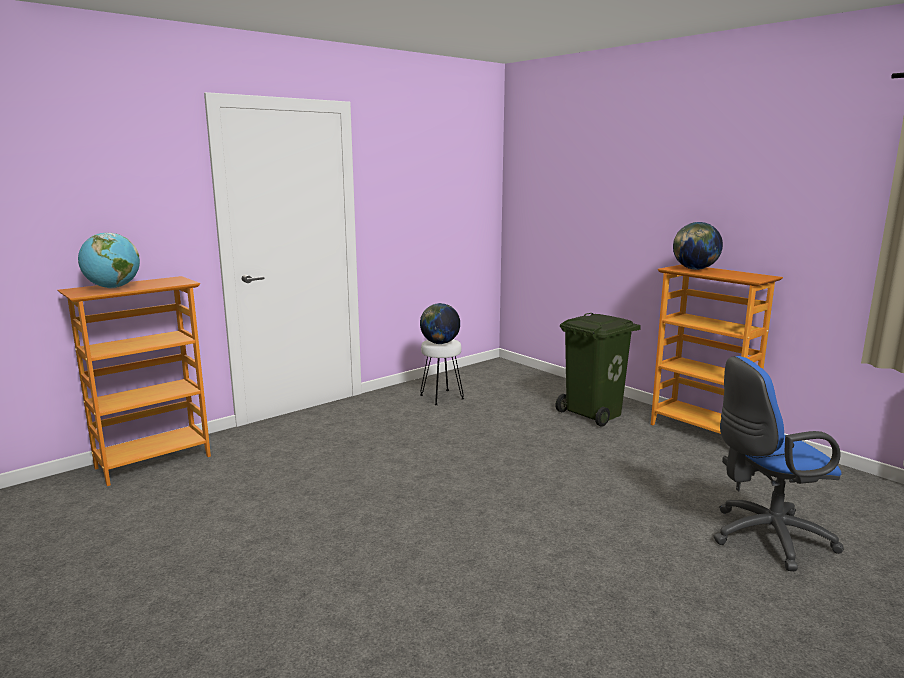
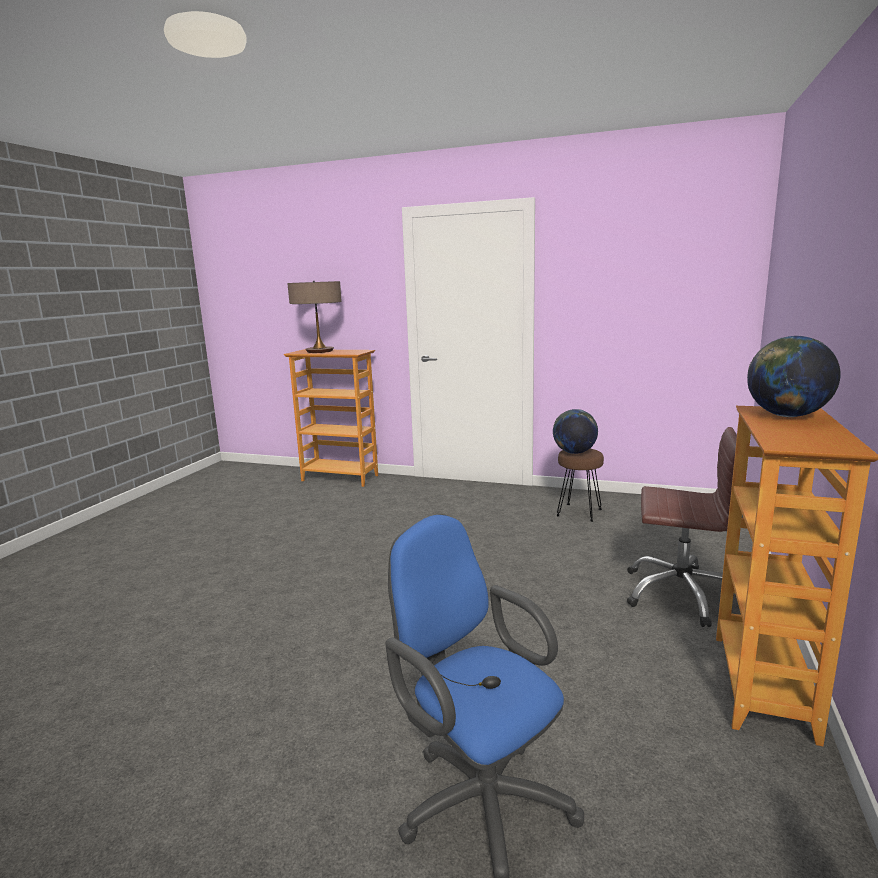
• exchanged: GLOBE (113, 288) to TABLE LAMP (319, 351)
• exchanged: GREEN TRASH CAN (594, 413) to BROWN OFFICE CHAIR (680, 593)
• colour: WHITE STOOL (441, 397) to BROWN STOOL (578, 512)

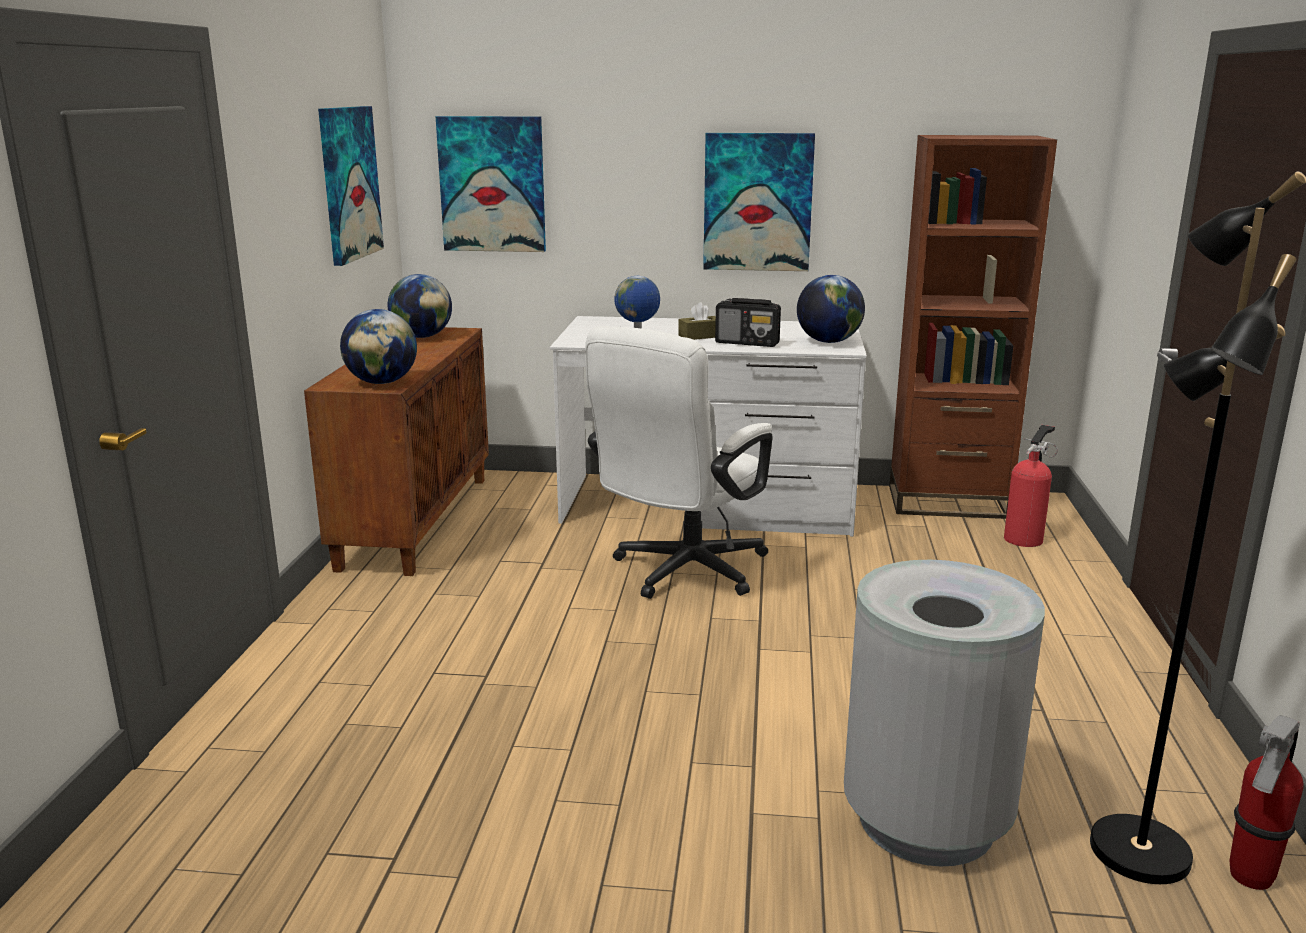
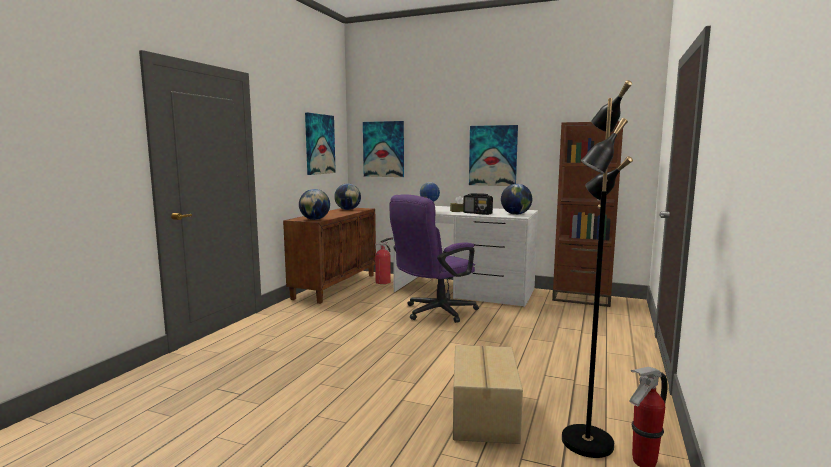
• colour: WHITE OFFICE CHAIR (681, 573) to PURPLE OFFICE CHAIR (434, 313)
• relocated: FIRE EXTINGUISHER (1025, 538) to (384, 282)
• exchanged: GREY TRASH CAN (925, 821) to CARDBOARD BOX (482, 414)

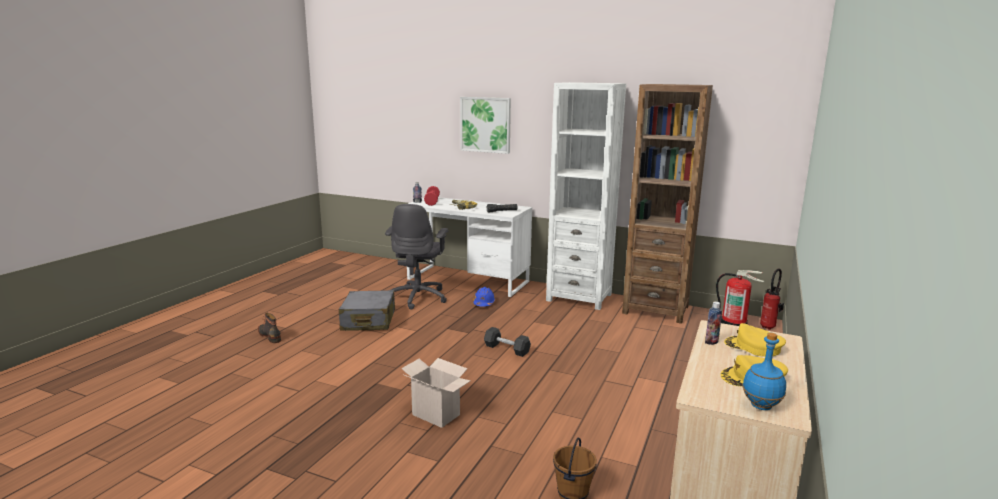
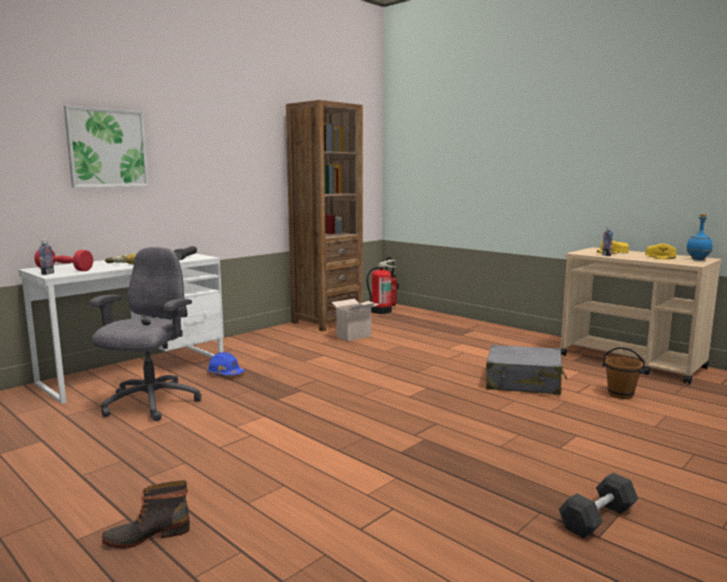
• missing: WHITE BOOKCASE (579, 297)
• spun: GREY OFFICE CHAIR (418, 297) = (150, 403) 105 degrees counterclockwise
• relocated: GREY SUITCASE (368, 321) to (524, 383)
• relocated: BLACK DUMBBELL (507, 349) to (597, 518)
• relocated: CARDBOARD BOX (437, 414) to (354, 336)

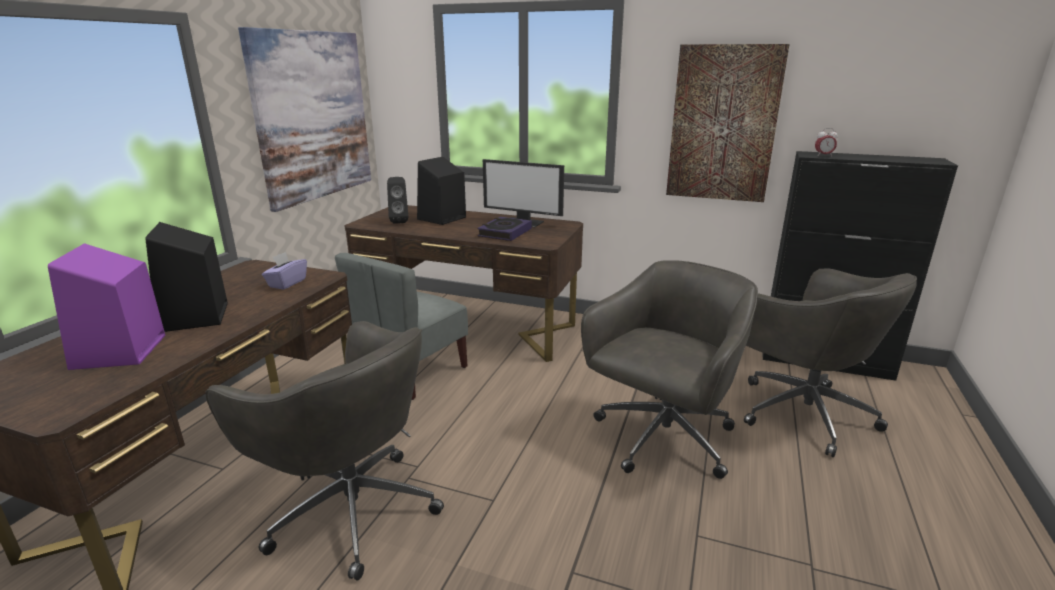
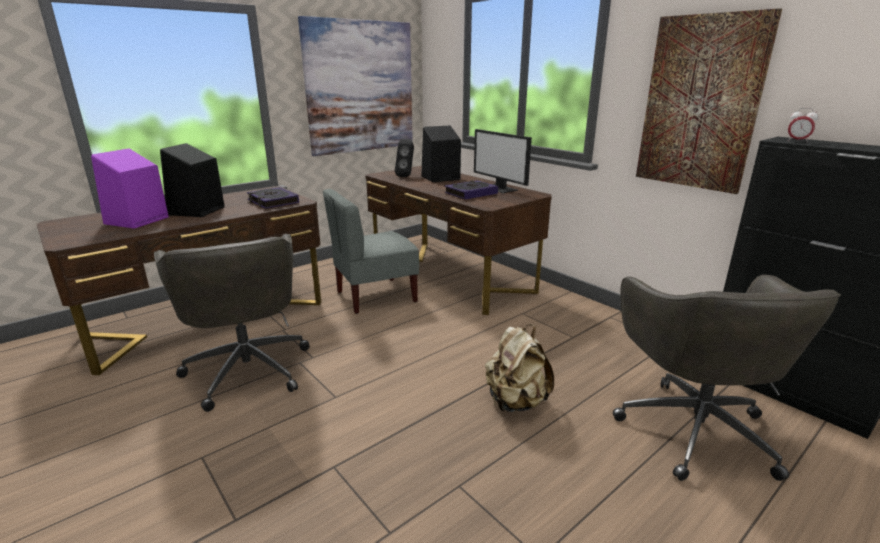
• exchanged: PURPLE TISSUE BOX (287, 283) to BOOK (273, 202)
• exchanged: GREY OFFICE CHAIR (662, 439) to BEIGE BACKPACK (515, 402)

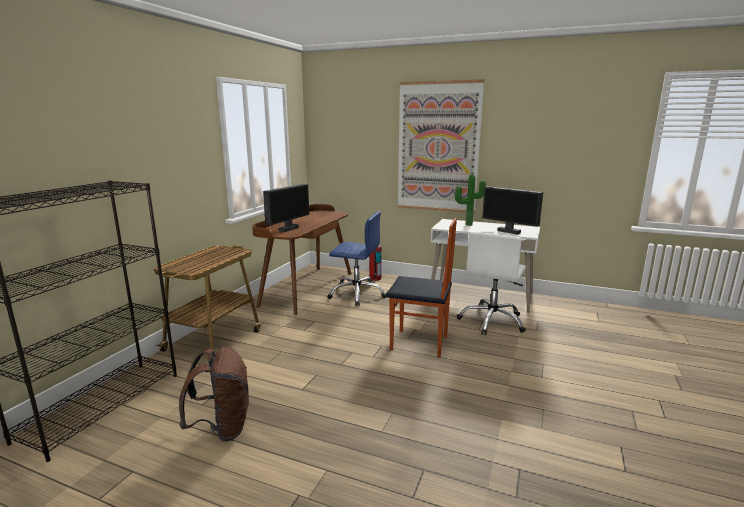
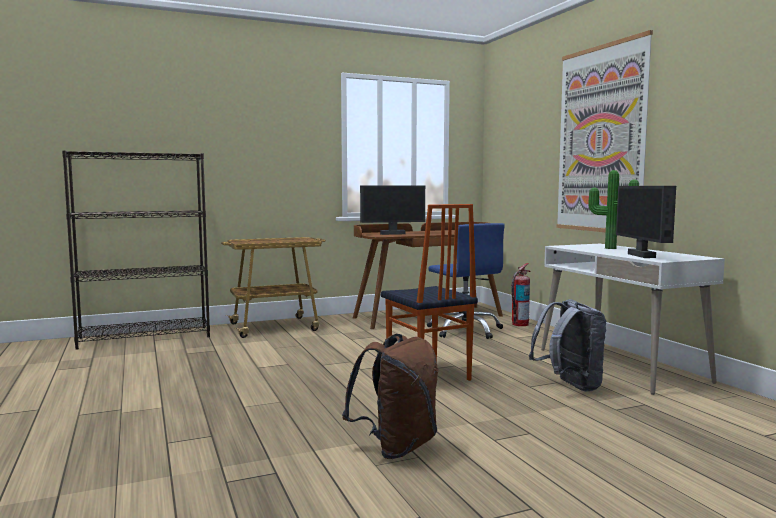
• exchanged: WHITE OFFICE CHAIR (492, 321) to GREY BACKPACK (569, 386)
• relocated: BROWN BACKPACK (222, 428) to (396, 447)

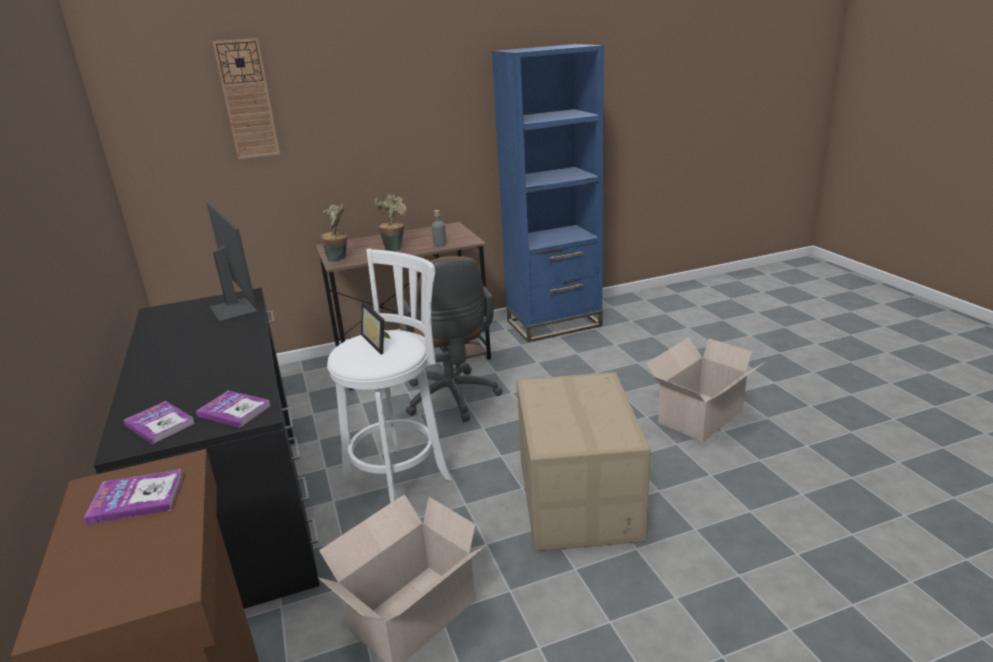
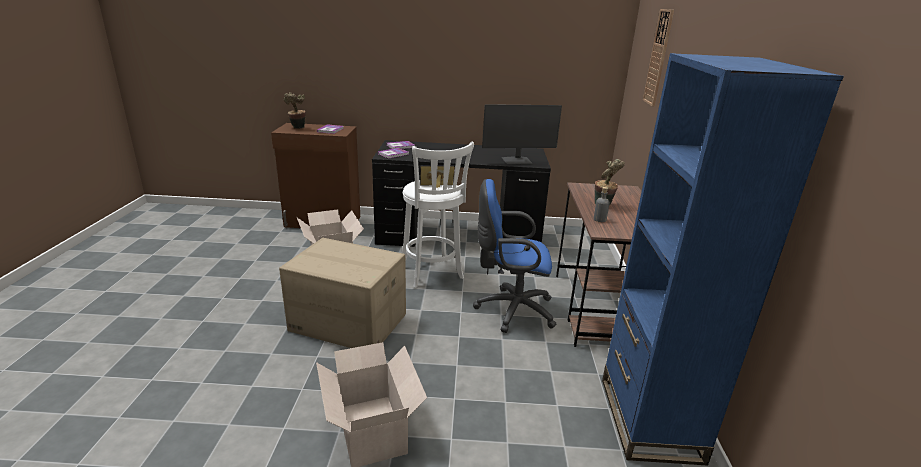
• relocated: POTTED PLANT (339, 259) to (297, 128)
• colour: BROWN OFFICE CHAIR (453, 400) to BLUE OFFICE CHAIR (511, 310)

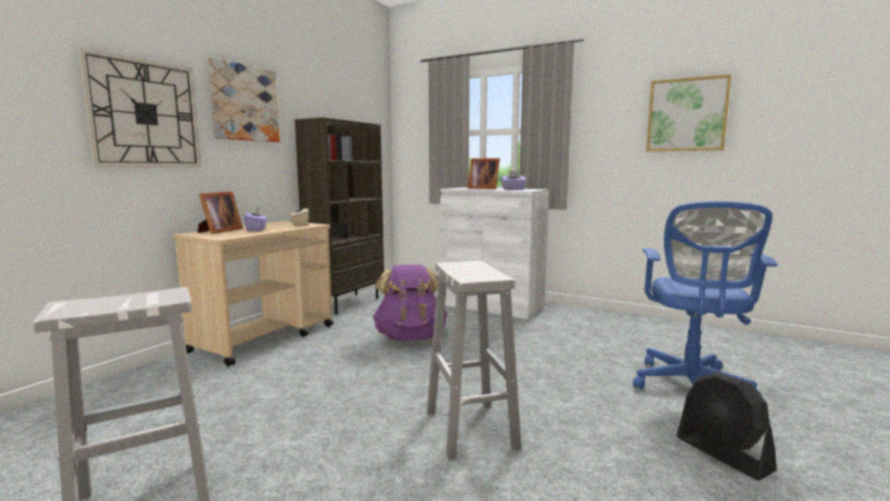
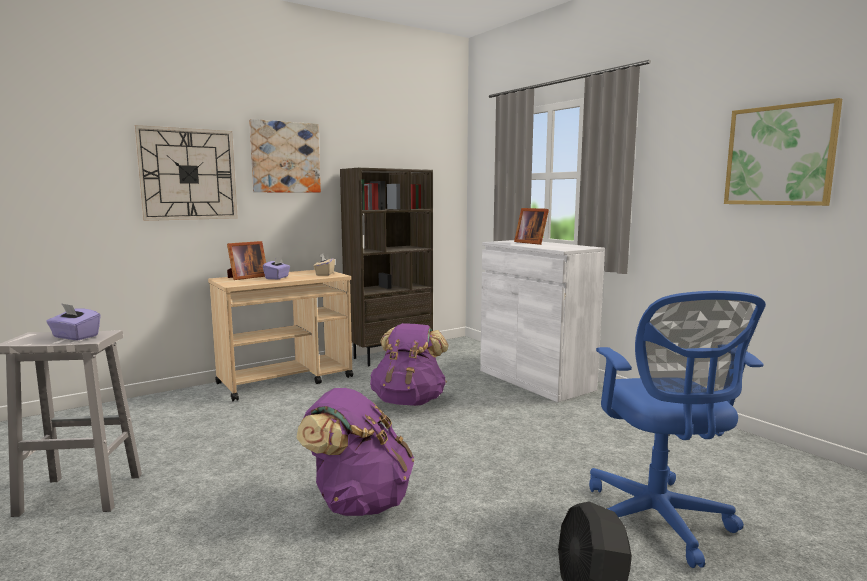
• relocated: PURPLE TISSUE BOX (513, 189) to (75, 337)
• spun: BLUE OFFICE CHAIR (690, 387) = (658, 522) 45 degrees counterclockwise
• exchanged: WHITE STOOL (469, 428) to PURPLE BACKPACK (359, 502)

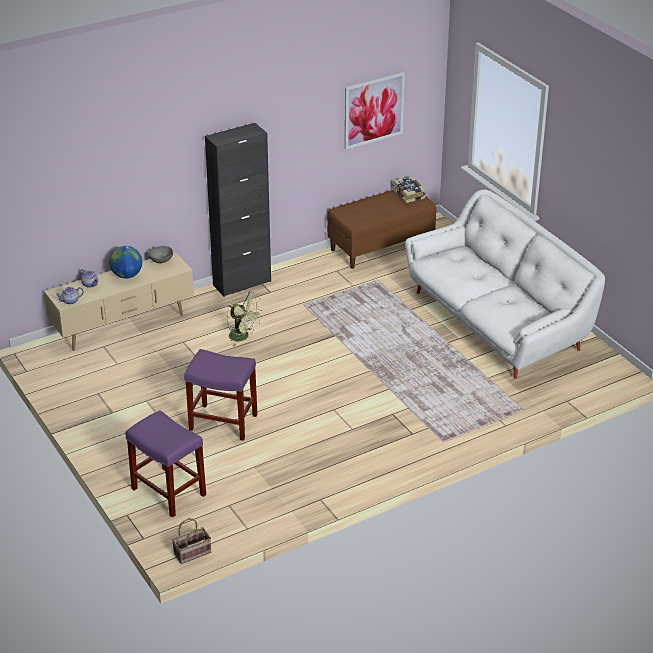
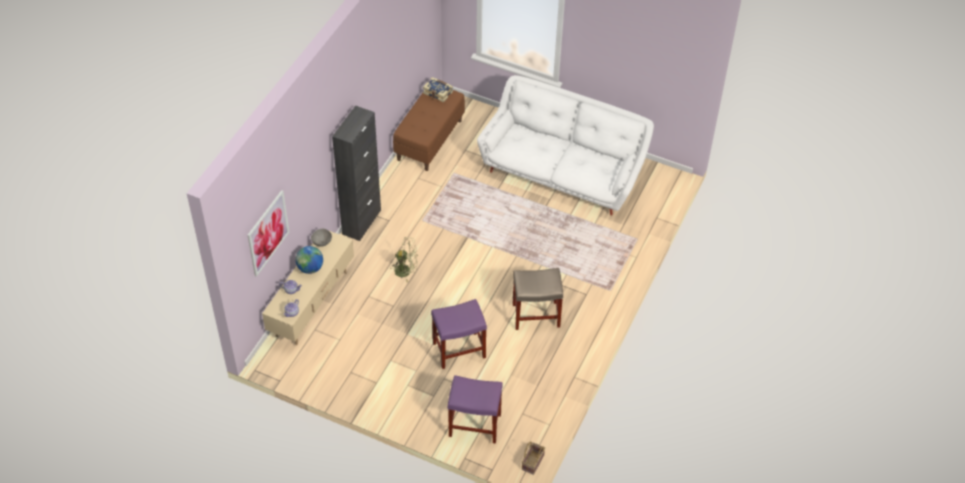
• relocated: PICTURE (374, 110) to (268, 233)
• appeared: BEIGE STOOL (535, 315)

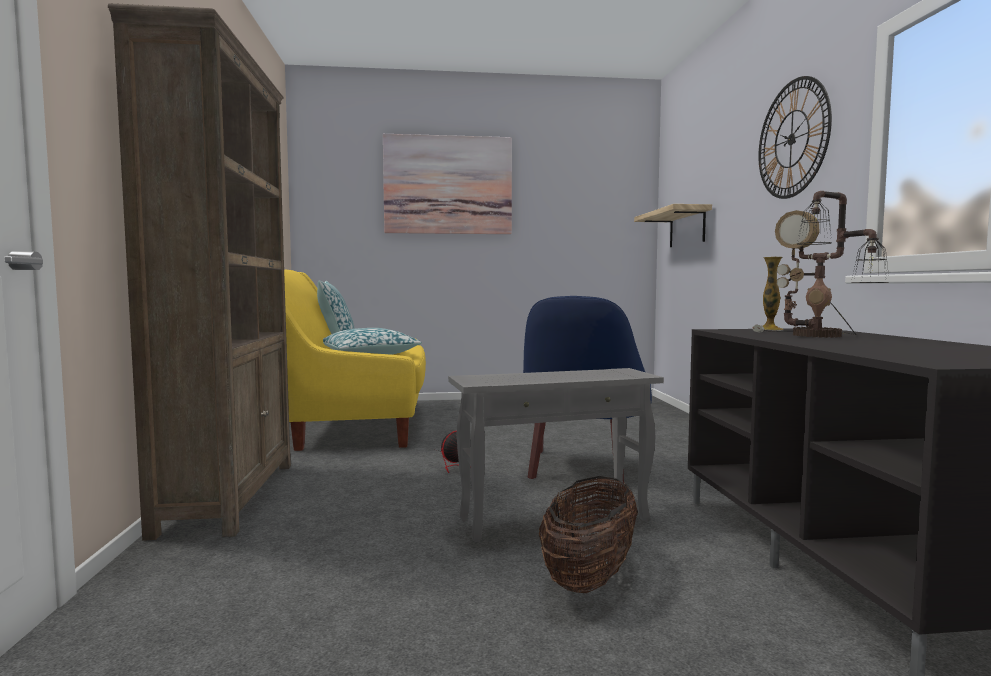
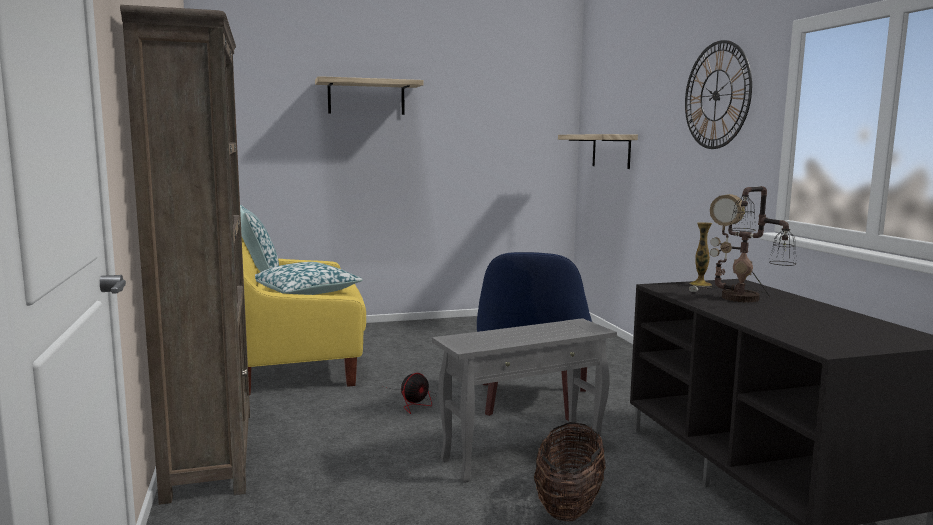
• exchanged: PICTURE (448, 185) to SHELF (366, 97)

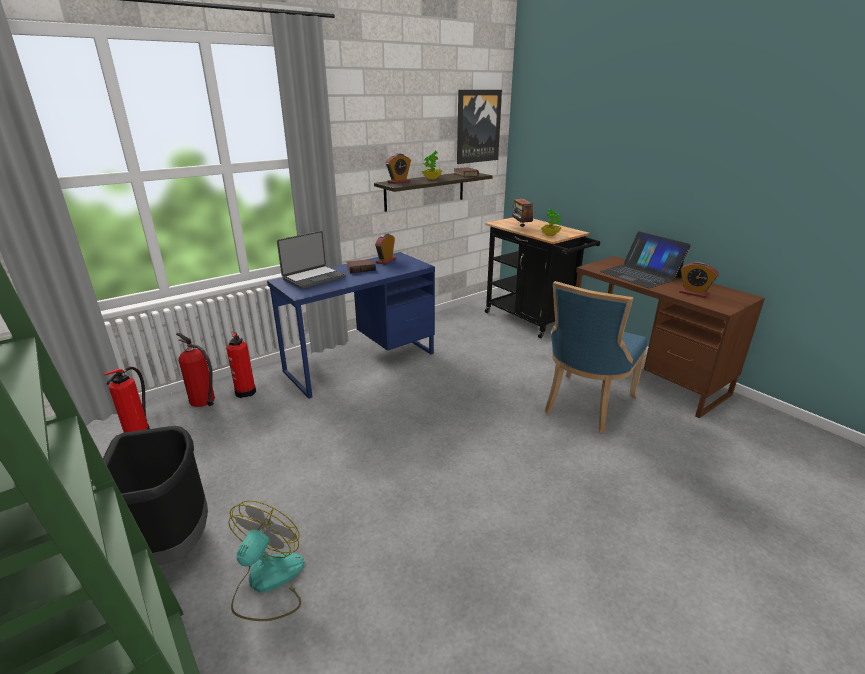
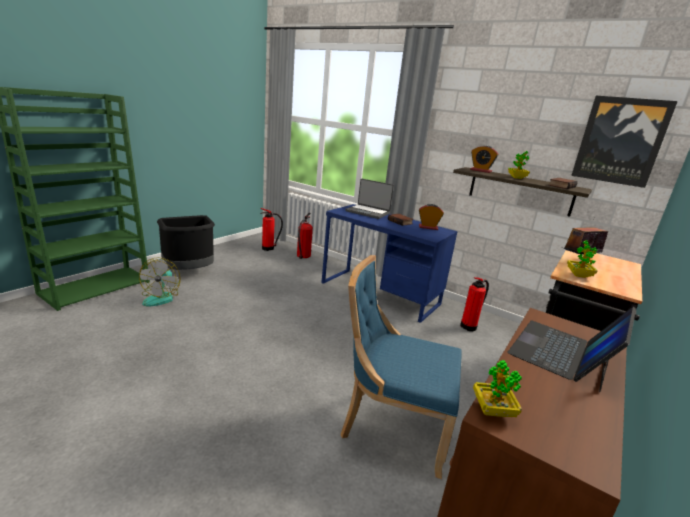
• missing: ALARM CLOCK (694, 293)
• relocated: FIRE EXTINGUISHER (246, 391) to (469, 326)
• spun: FAN (268, 583) = (161, 297) 90 degrees clockwise
• appeared: POTTED PLANT (492, 410)

